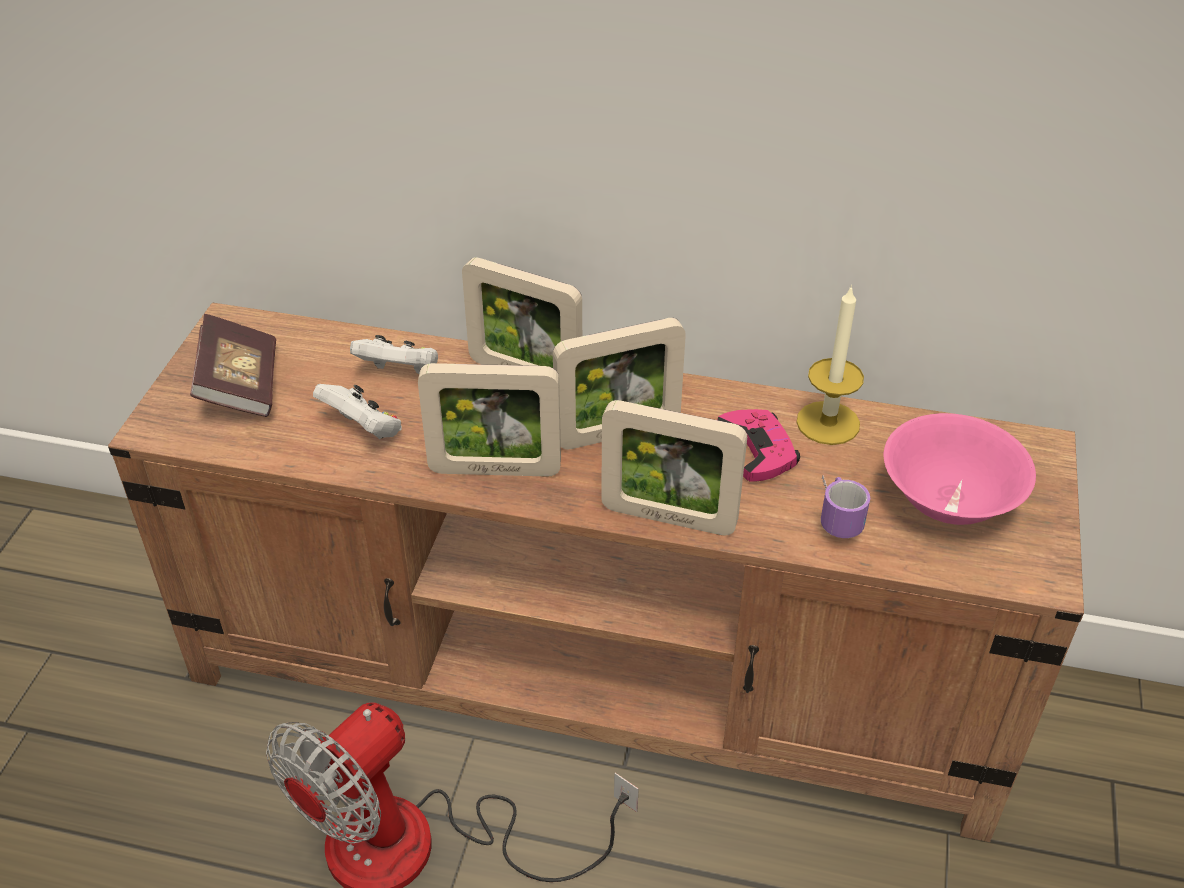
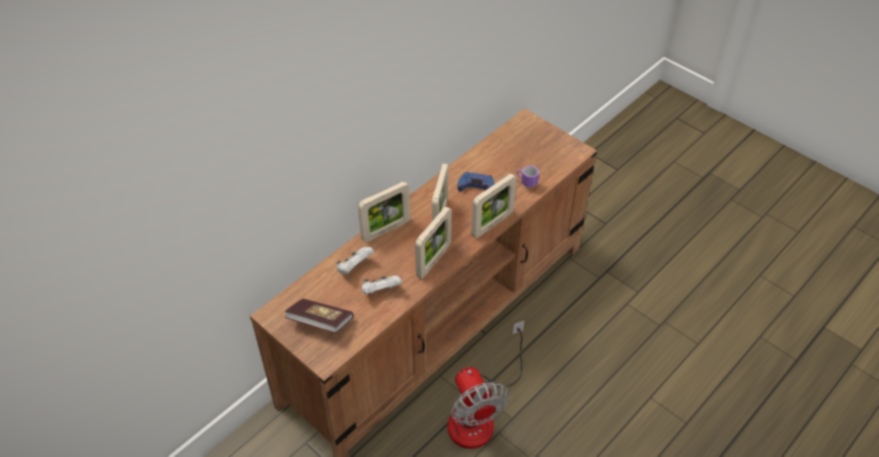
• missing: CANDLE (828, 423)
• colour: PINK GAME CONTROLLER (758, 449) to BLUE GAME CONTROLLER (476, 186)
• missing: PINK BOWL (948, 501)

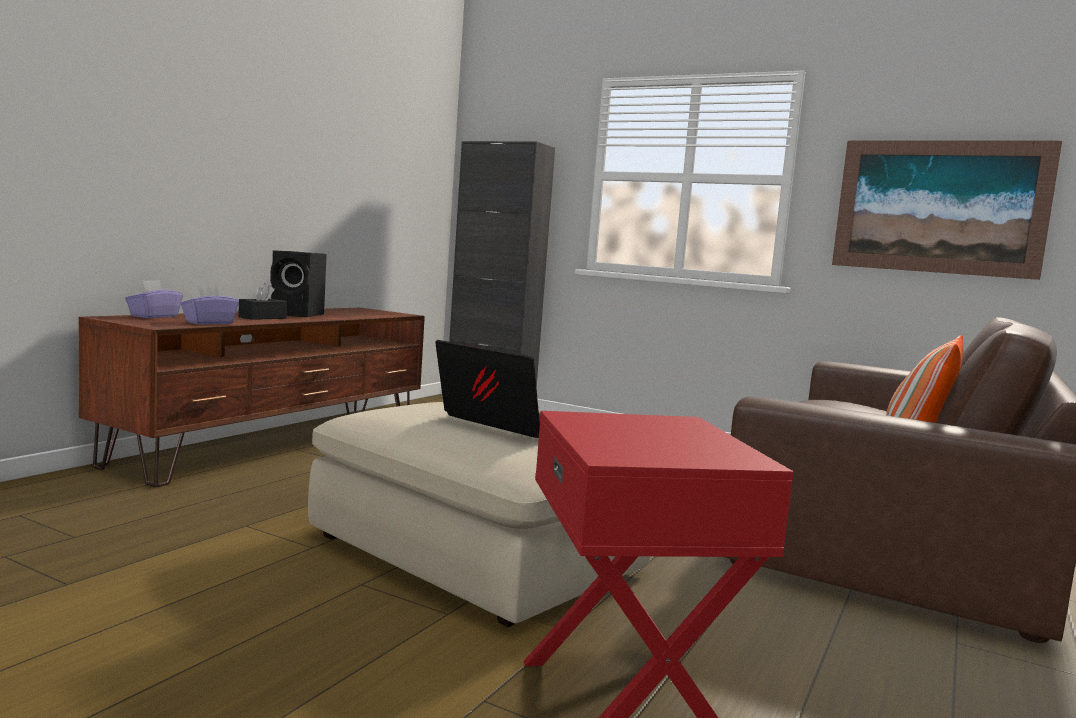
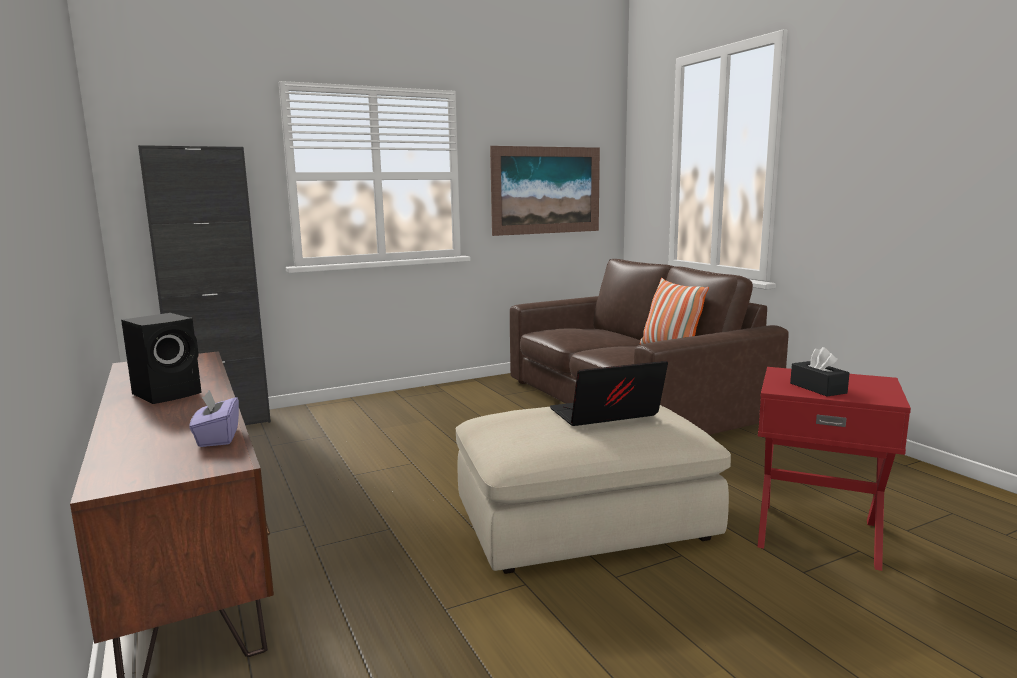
• missing: PURPLE TISSUE BOX (153, 316)
• relocated: BLACK TISSUE BOX (262, 318) to (818, 388)

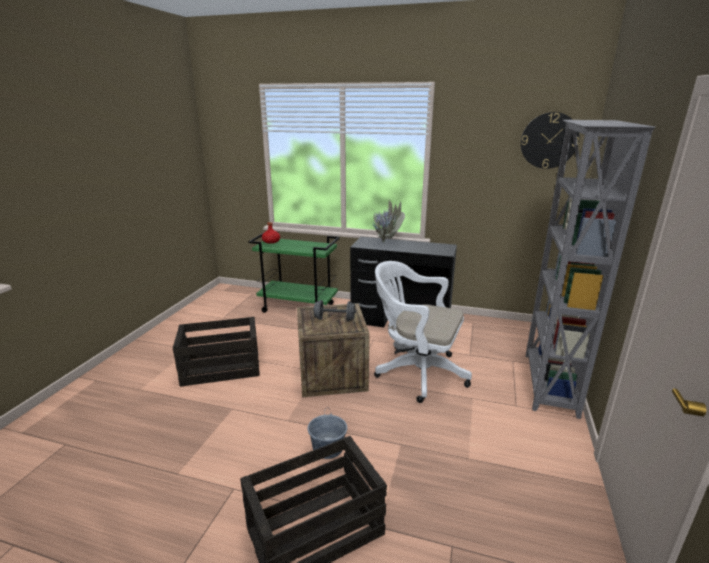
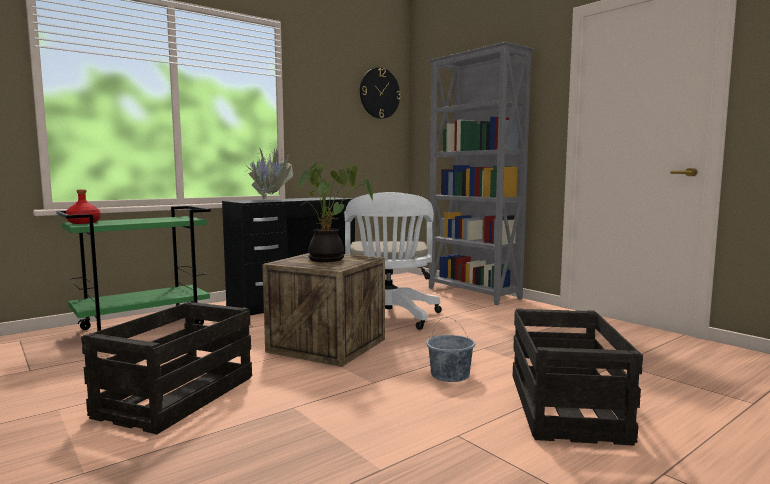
• spun: WHITE OFFICE CHAIR (416, 372) = (388, 318) 60 degrees counterclockwise
• exchanged: GREY DUMBBELL (334, 319) to POTTED PLANT (329, 259)

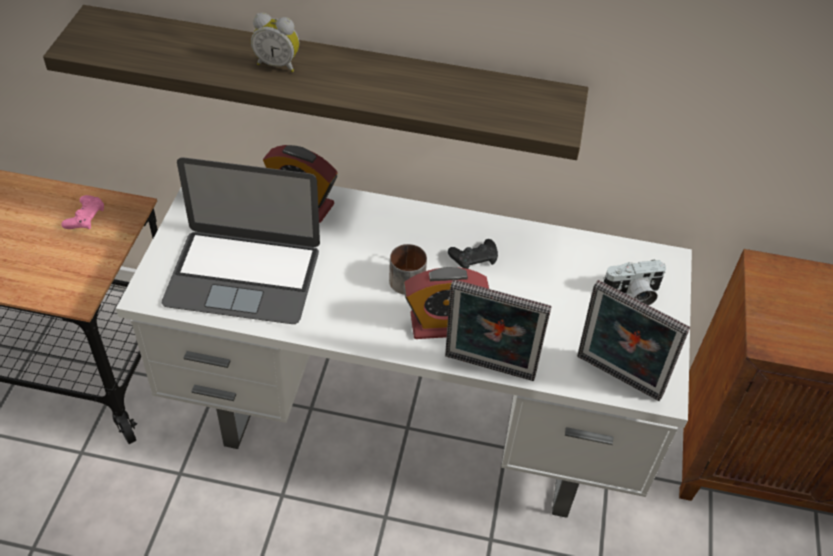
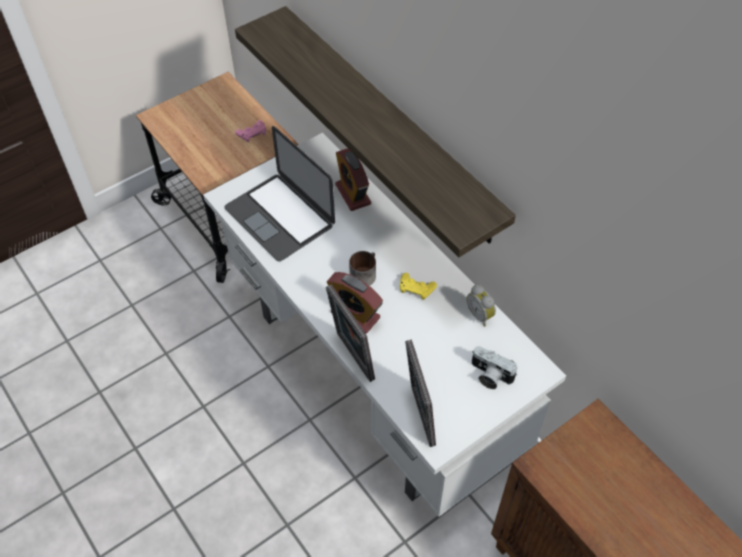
• relocated: ALARM CLOCK (278, 64) to (480, 314)
• colour: BLACK GAME CONTROLLER (474, 258) to YELLOW GAME CONTROLLER (416, 288)

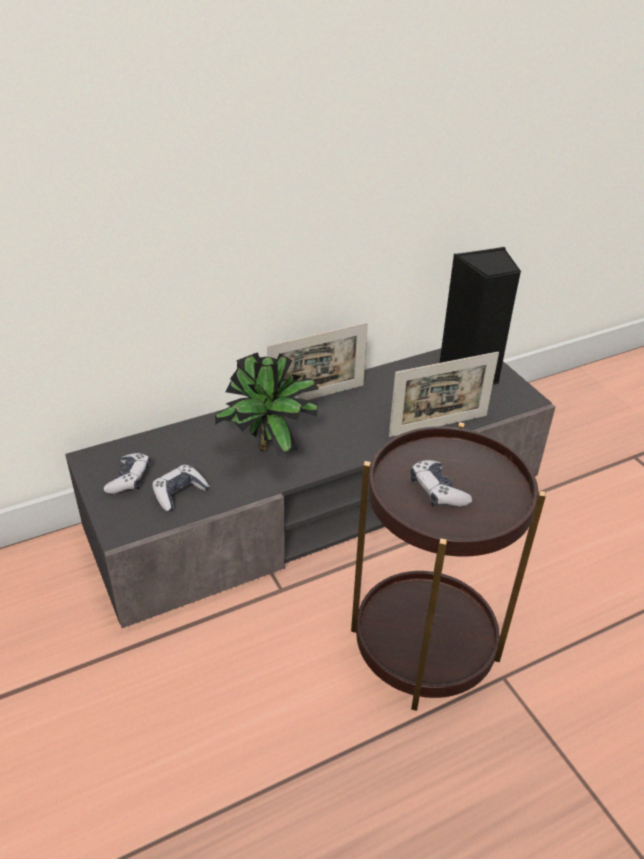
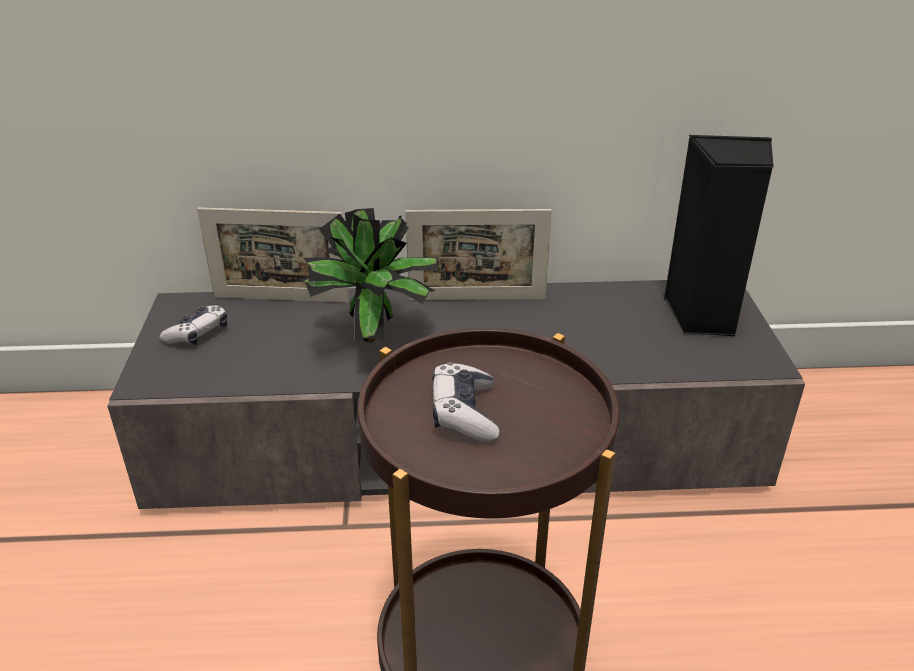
• relocated: PICTURE FRAME (438, 425) to (281, 299)
• missing: GAME CONTROLLER (179, 493)

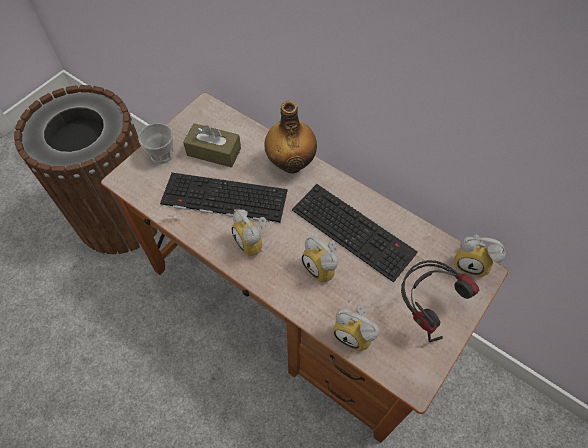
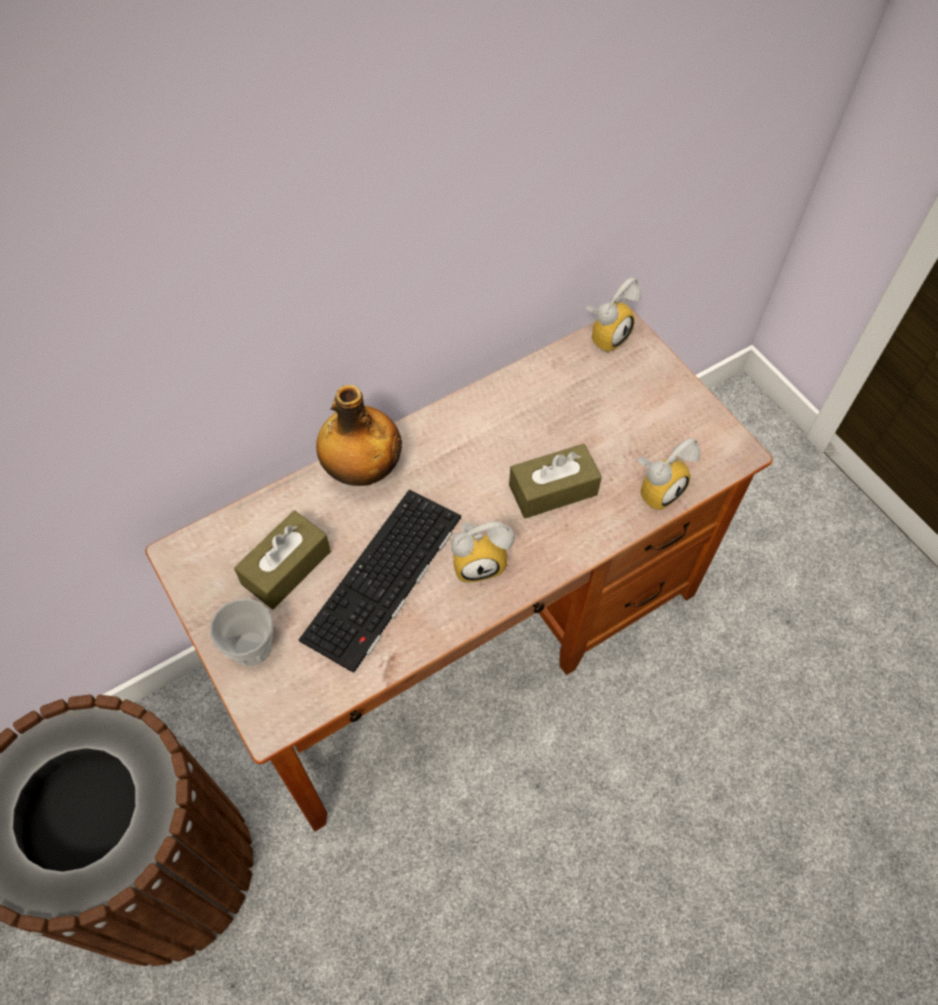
• missing: KEYBOARD (355, 231)
• exchanged: ALARM CLOCK (323, 267) to BROWN TISSUE BOX (553, 490)
• missing: HEADPHONES (426, 307)

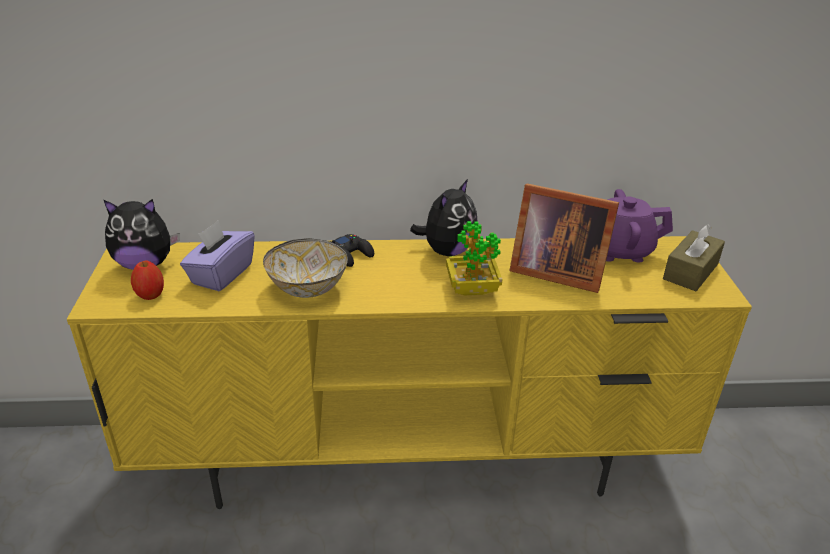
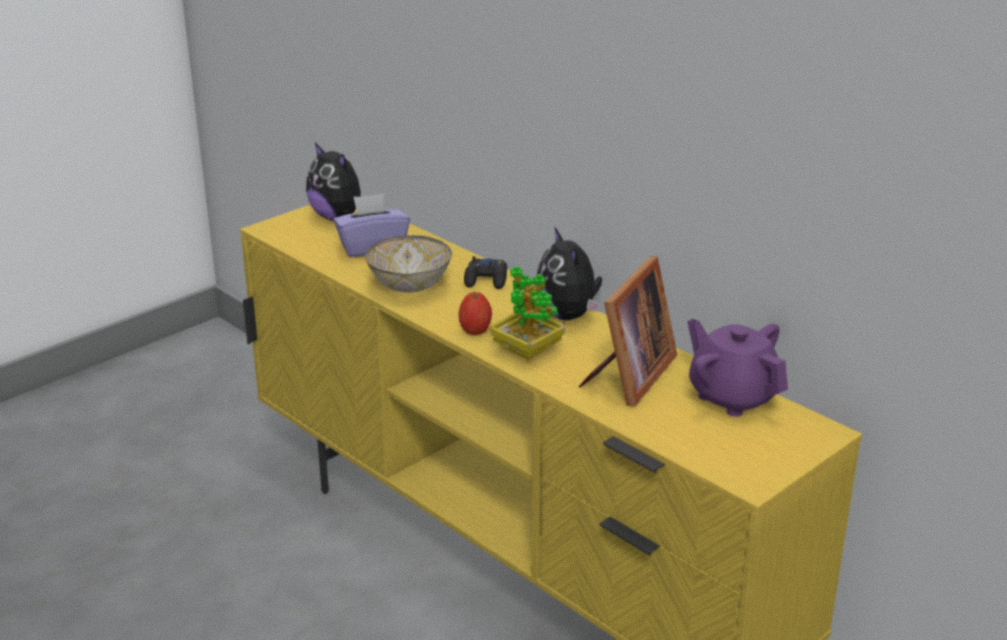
• spun: PLUSH TOY (447, 251) = (569, 315) 75 degrees clockwise
• spun: PICTURE FRAME (554, 271) = (628, 377) 135 degrees counterclockwise
• missing: BROWN TISSUE BOX (690, 271)
• relocated: APPLE (150, 295) to (475, 330)

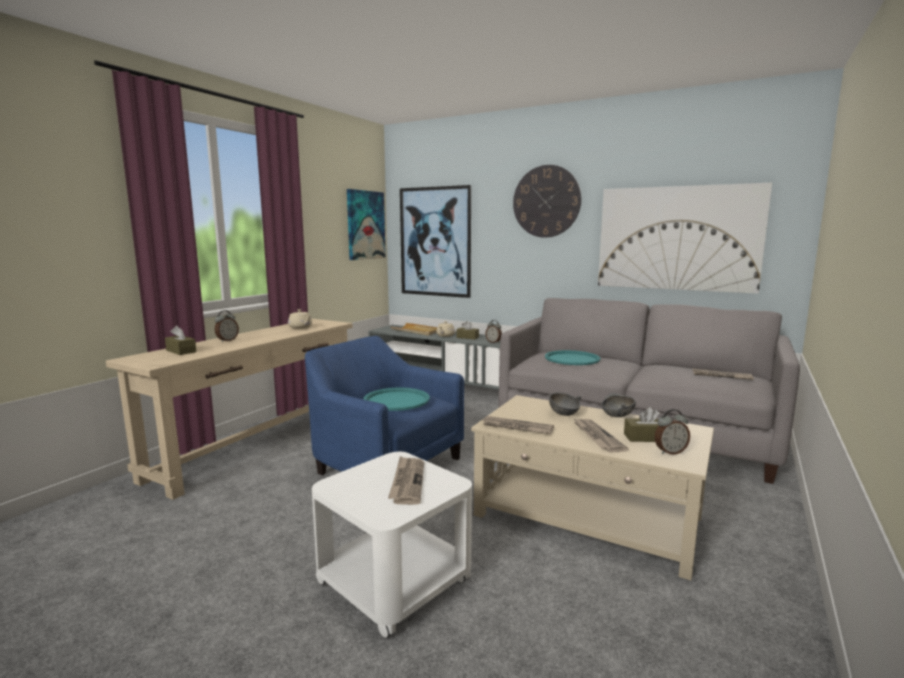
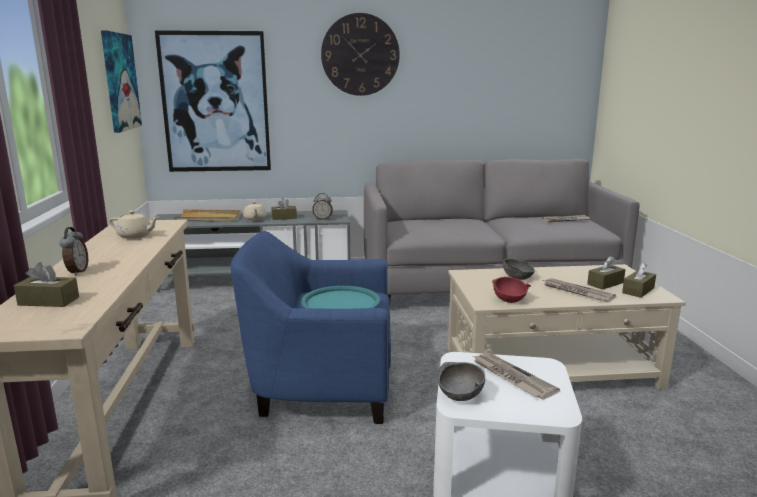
• missing: PICTURE (677, 238)
• missing: TURQUOISE TRAY (572, 359)
• relocated: GREY BOWL (617, 415) to (460, 396)
• exchanged: ALARM CLOCK (670, 452) to BROWN TISSUE BOX (638, 290)
• exchanged: NEWSPAPER (516, 427) to RED BOWL (509, 300)

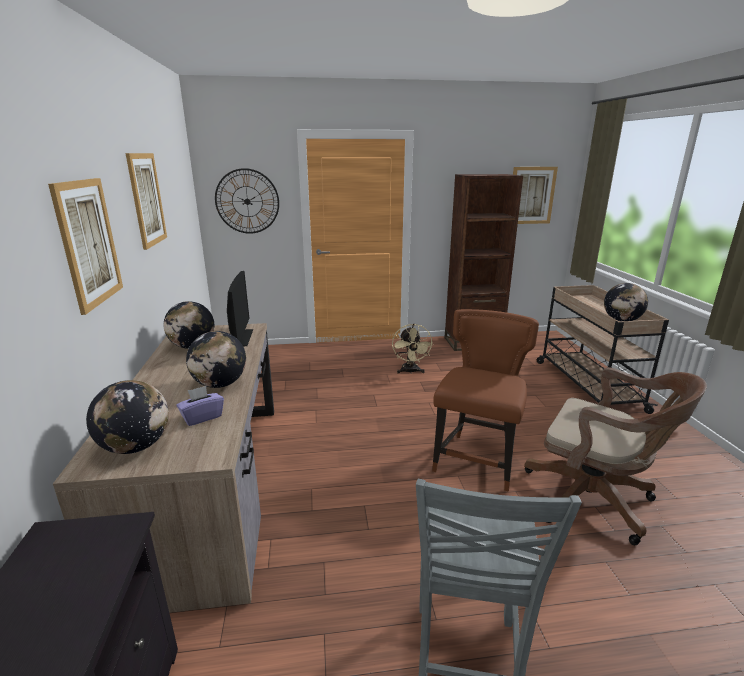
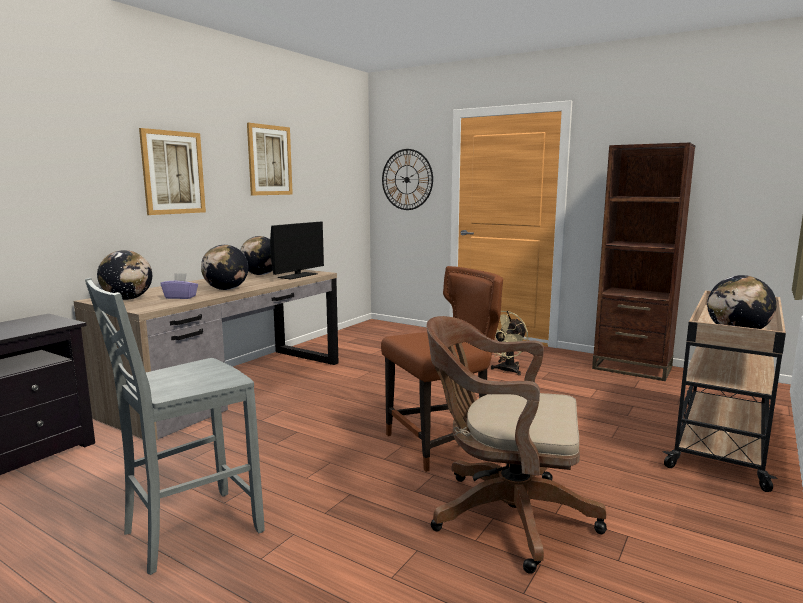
• missing: PICTURE (531, 195)
• spun: BROWN OFFICE CHAIR (594, 500) = (503, 514) 120 degrees clockwise

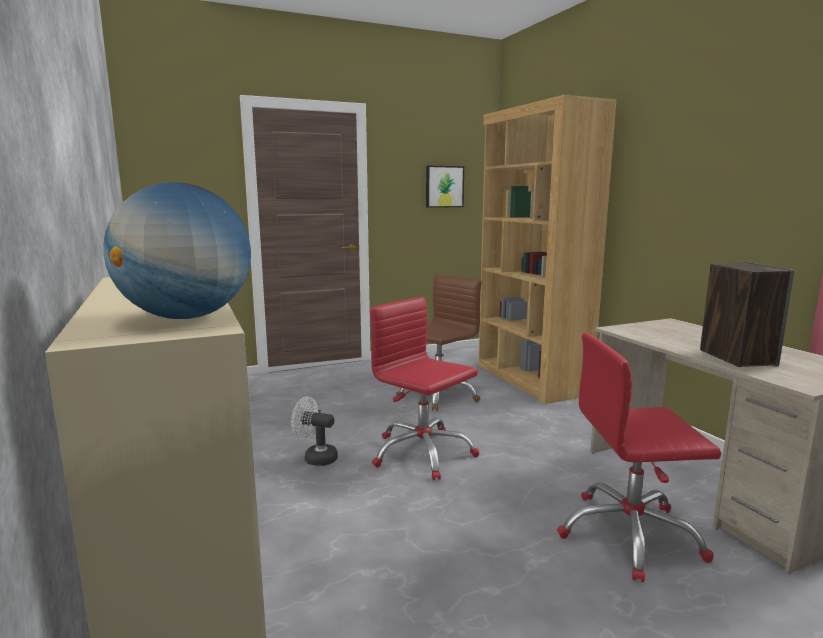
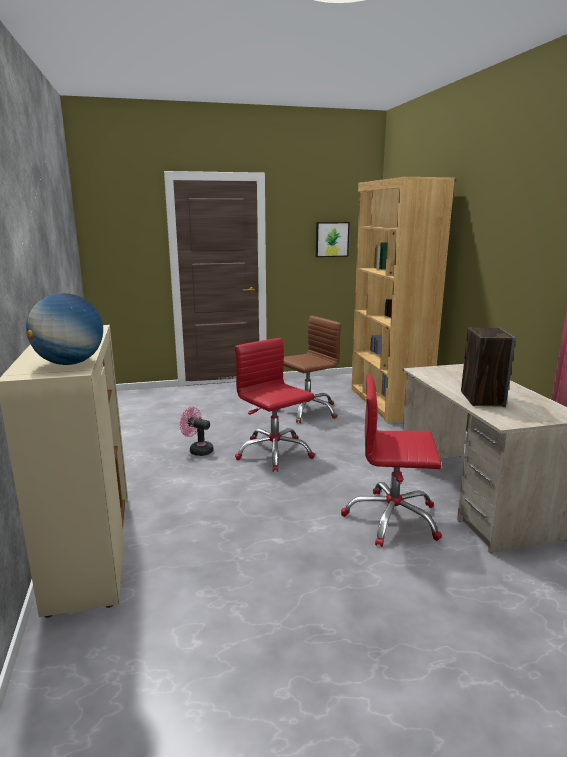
• colour: WHITE FAN (315, 458) to PINK FAN (198, 450)

